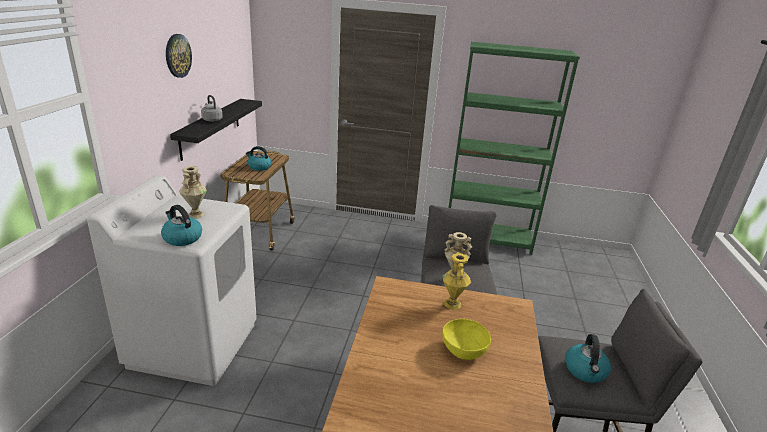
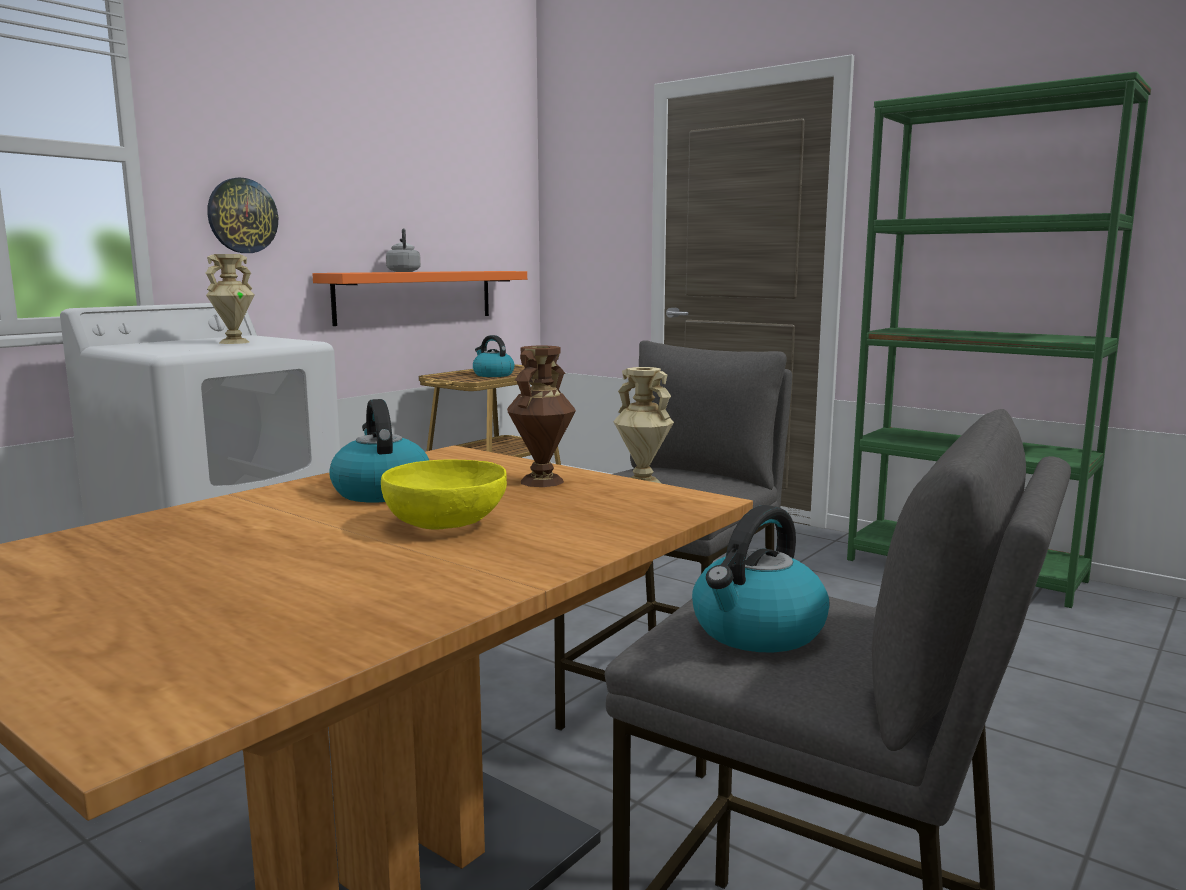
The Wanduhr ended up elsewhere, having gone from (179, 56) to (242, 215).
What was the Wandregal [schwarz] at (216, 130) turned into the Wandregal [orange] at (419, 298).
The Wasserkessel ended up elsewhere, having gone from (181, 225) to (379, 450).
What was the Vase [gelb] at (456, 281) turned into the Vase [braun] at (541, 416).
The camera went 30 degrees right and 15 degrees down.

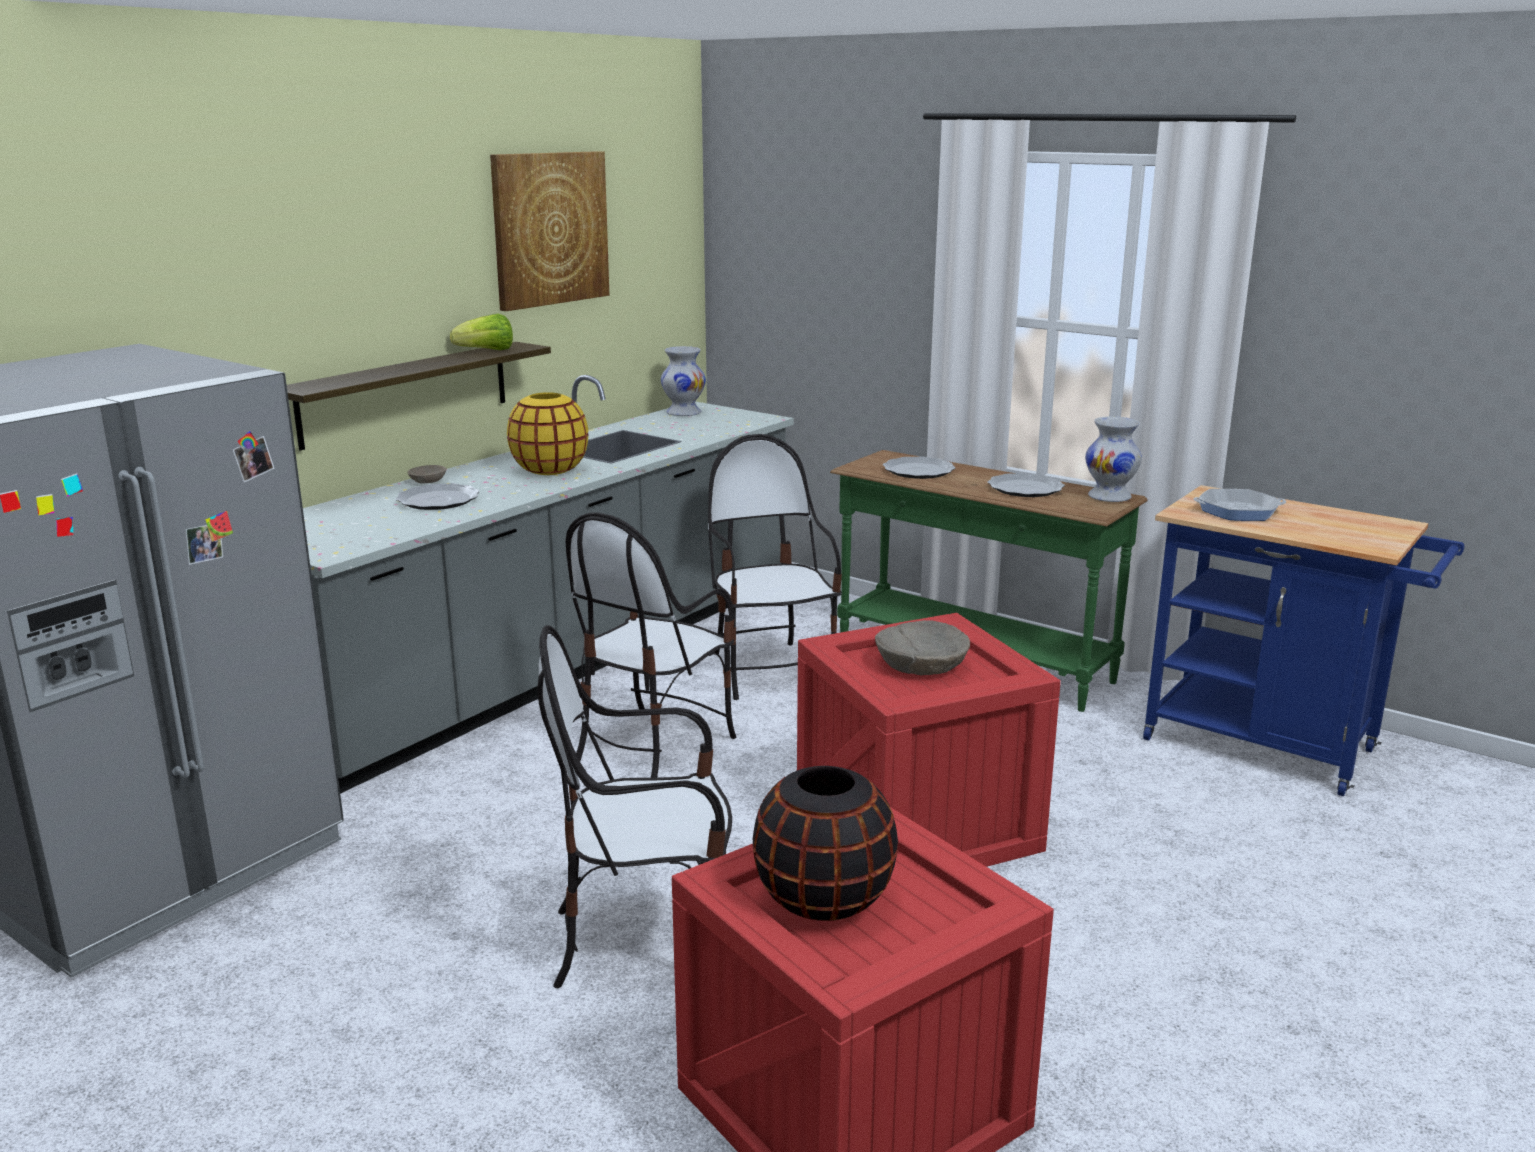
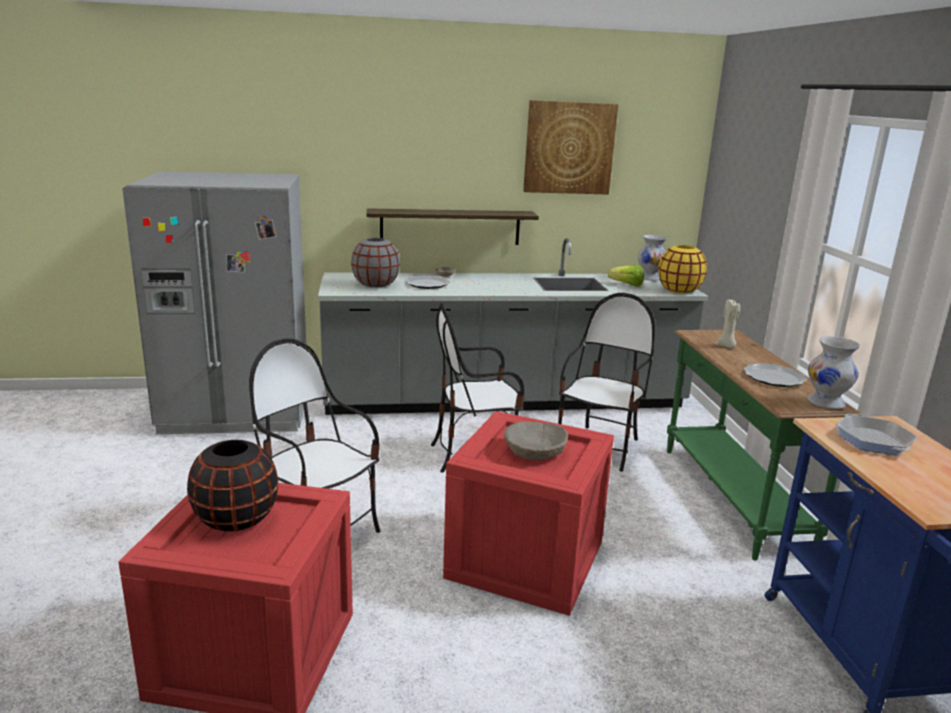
The second view gained the Vase [grau] at (375, 263).
The Salatkopf ended up elsewhere, having gone from (481, 332) to (626, 275).
The Vase [gelb] ended up elsewhere, having gone from (548, 433) to (682, 269).
Where the Teller stood at (919, 467), the Kerze [beige] came to stand at (727, 323).
The Pfanne at (1239, 505) ended up facing another way, 150 degrees counterclockwise from before.
The camera went 45 degrees right and 0 degrees up.

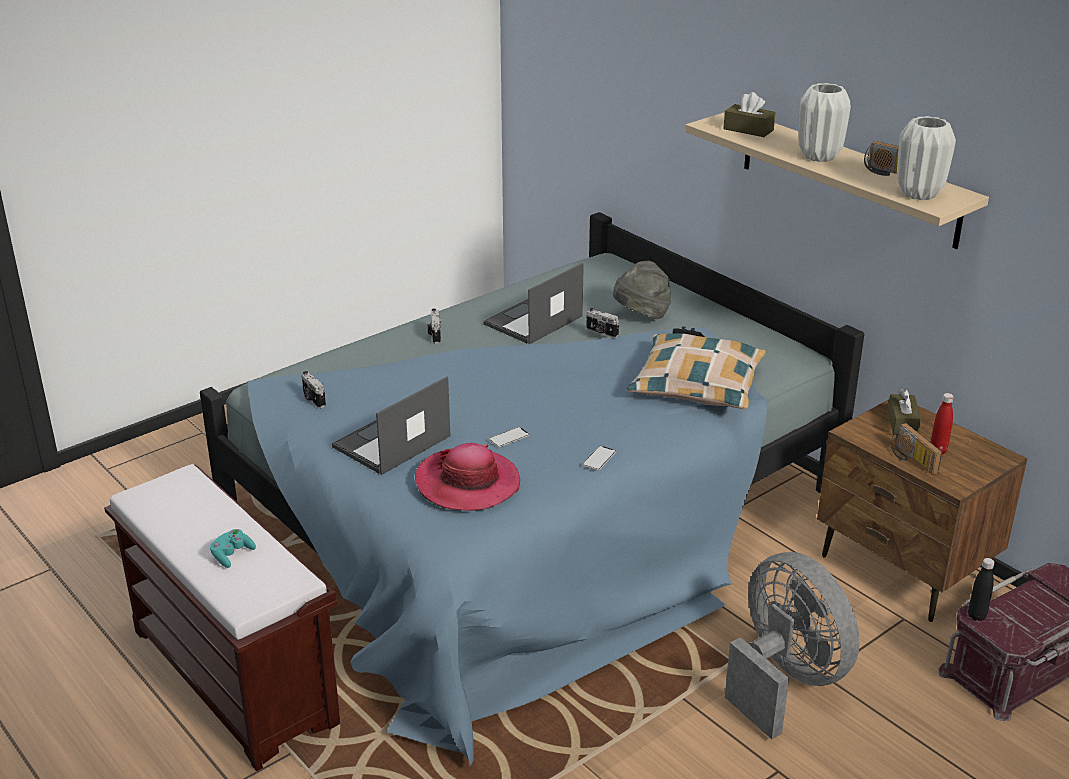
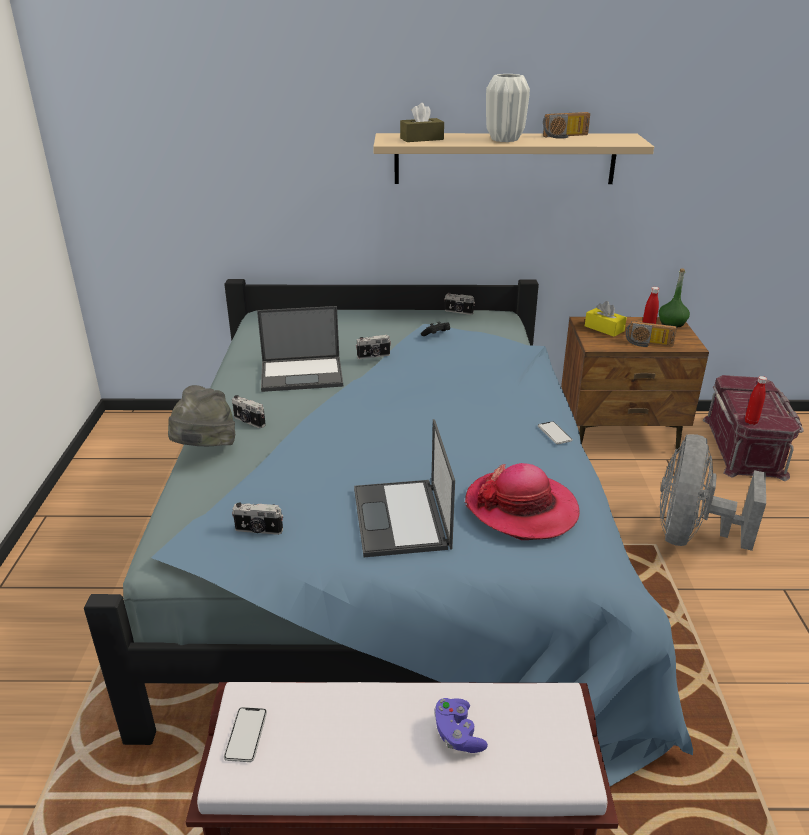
The Hut [grau] ended up elsewhere, having gone from (642, 290) to (201, 415).
The Handy ended up elsewhere, having gone from (509, 437) to (245, 734).
The Laptop at (533, 303) ended up facing another way, 90 degrees counterclockwise from before.
What was the Gamepad [türkis] at (233, 548) turned into the Gamepad [lila] at (461, 725).
The second view gained the Kamera at (459, 303).
What was the Taschentuchbox [braun] at (904, 412) turned into the Taschentuchbox [gelb] at (606, 319).
The second view gained the Flasche [grün] at (674, 297).
The Ventilator [grau] at (792, 645) ended up facing another way, 75 degrees counterclockwise from before.
What was the Flasche [schwarz] at (981, 589) turned into the Flasche [rot] at (756, 400).
The second view lost the Kissen at (697, 371).
The second view lost the Vase [weiß] at (926, 158).
The camera went 50 degrees left and 0 degrees up.

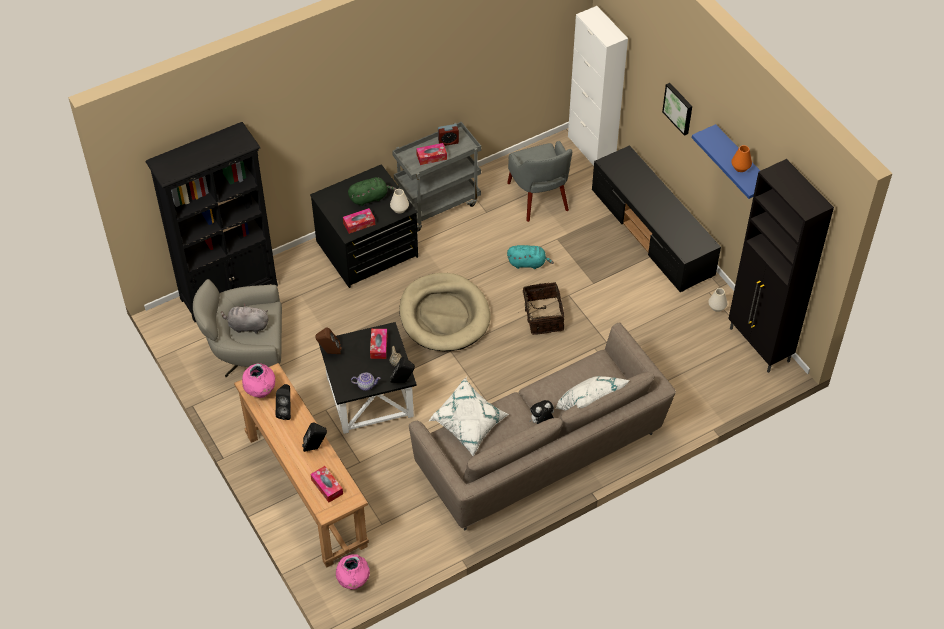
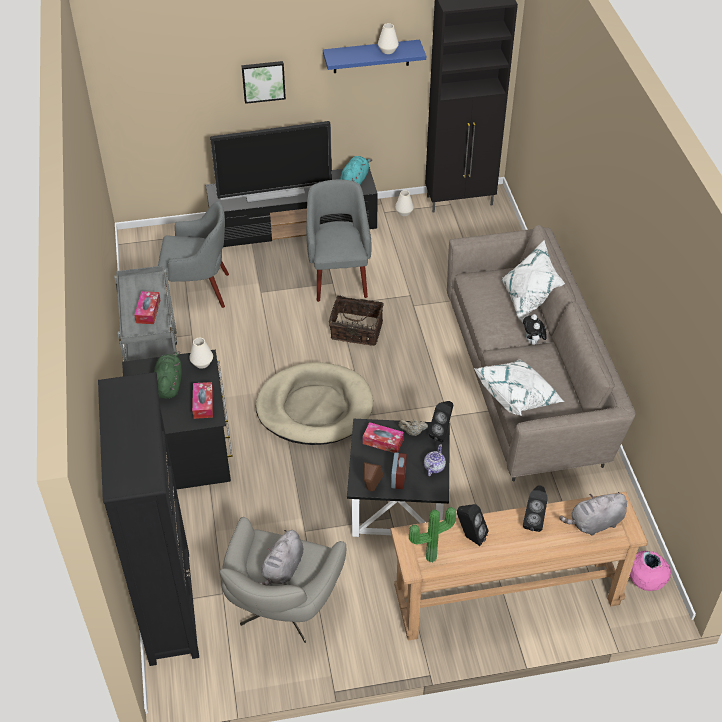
The second view gained the Fernseher at (271, 162).
The second view gained the Sessel [grau] at (339, 241).
The Plüschtier [türkis] ended up elsewhere, having gone from (530, 257) to (356, 170).
What was the Vase [orange] at (741, 158) turned into the Vase [weiß] at (388, 38).
The Wecker ended up elsewhere, having gone from (448, 135) to (399, 471).
Where the Vase [rosa] stood at (258, 380), the Topfpflanze came to stand at (432, 534).
Where the Taschentuchbox stood at (326, 484), the Plüschtier [grau] came to stand at (593, 514).
The second view lost the Schrank [weiß] at (598, 86).
The camera went 70 degrees left and 5 degrees down.

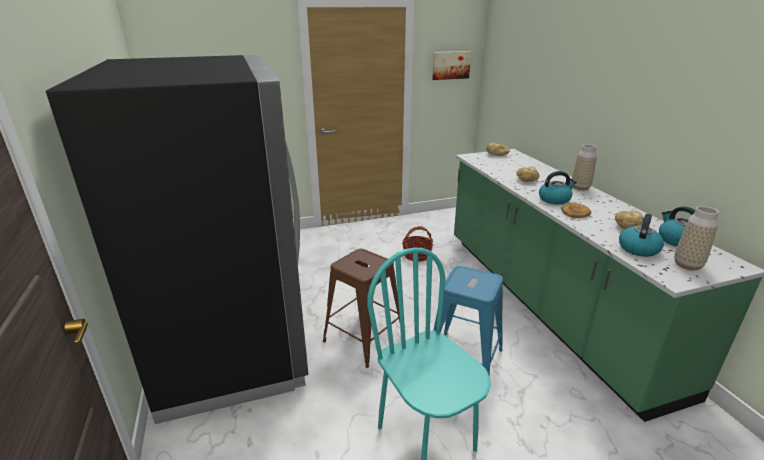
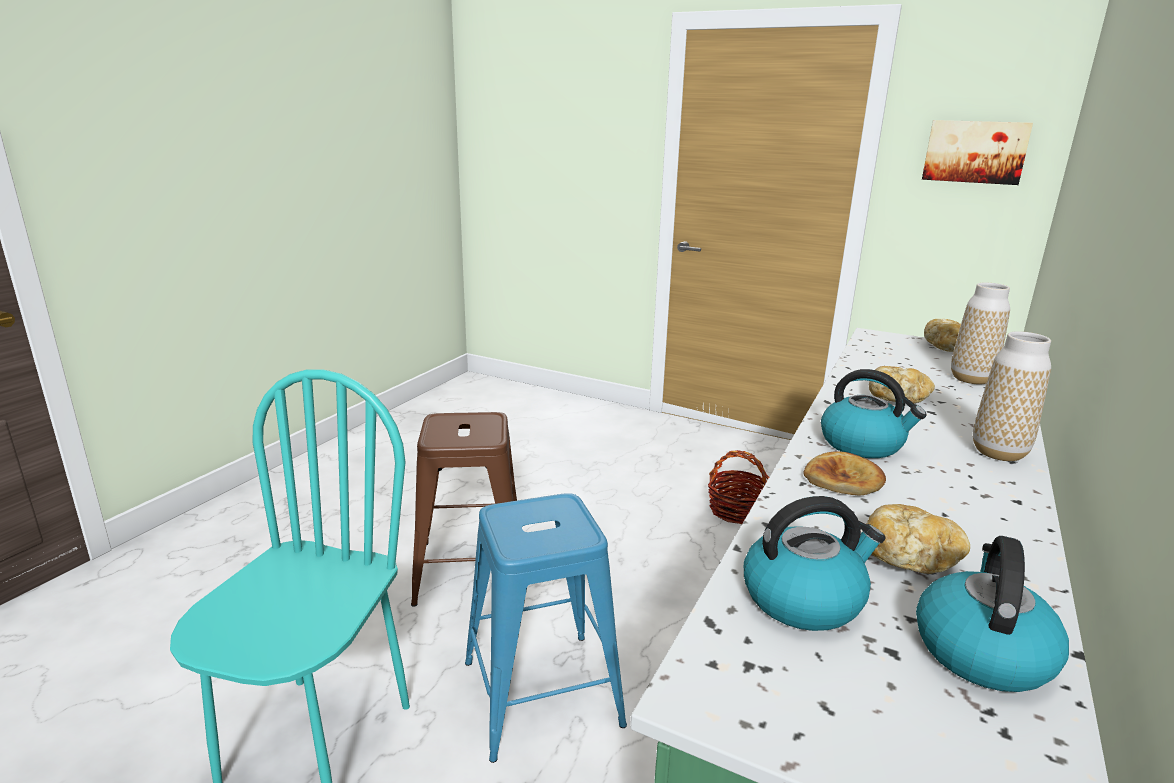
The Vase ended up elsewhere, having gone from (696, 238) to (980, 333).
The second view lost the Kühlschrank [schwarz] at (177, 239).
The camera went 45 degrees right and 5 degrees down.

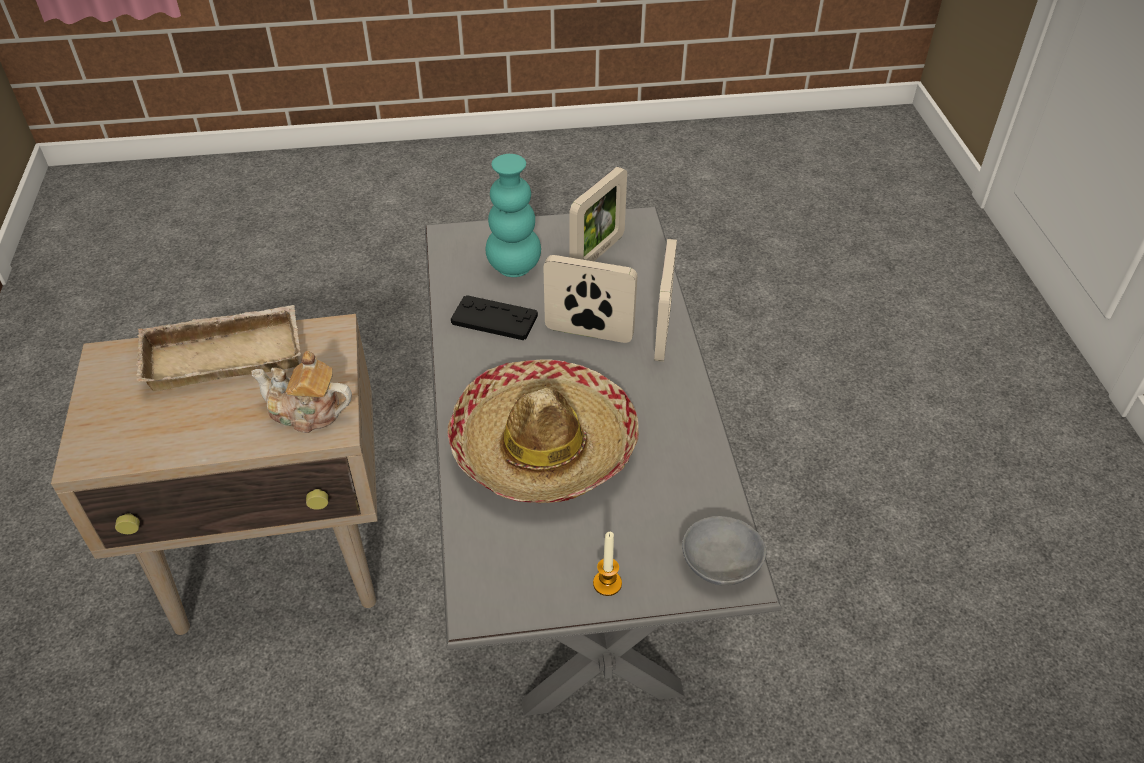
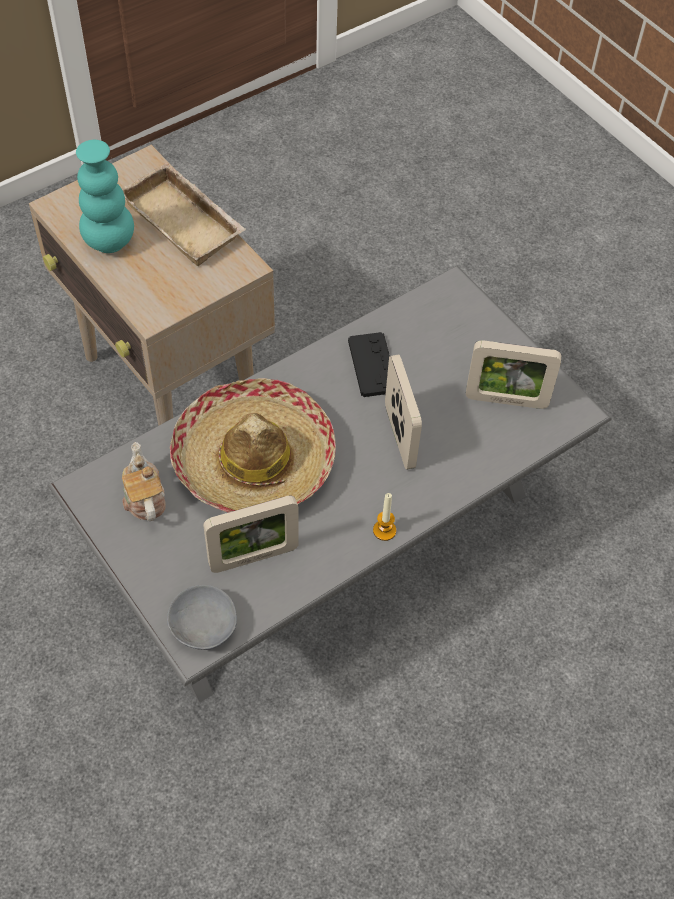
The Vase [türkis] ended up elsewhere, having gone from (513, 215) to (105, 196).
The Teekanne ended up elsewhere, having gone from (301, 392) to (144, 481).
The Bilderrahmen ended up elsewhere, having gone from (665, 300) to (251, 534).
The Kerze ended up elsewhere, having gone from (607, 564) to (384, 517).
The camera went 60 degrees right and 10 degrees up.

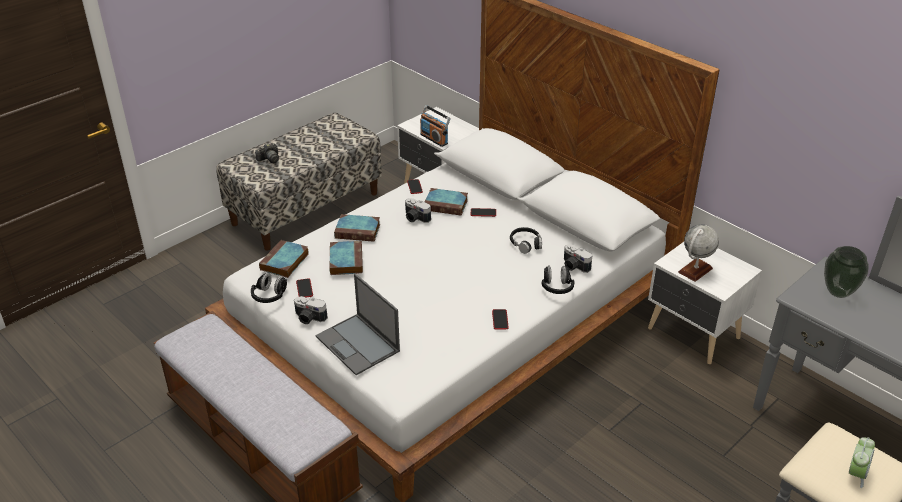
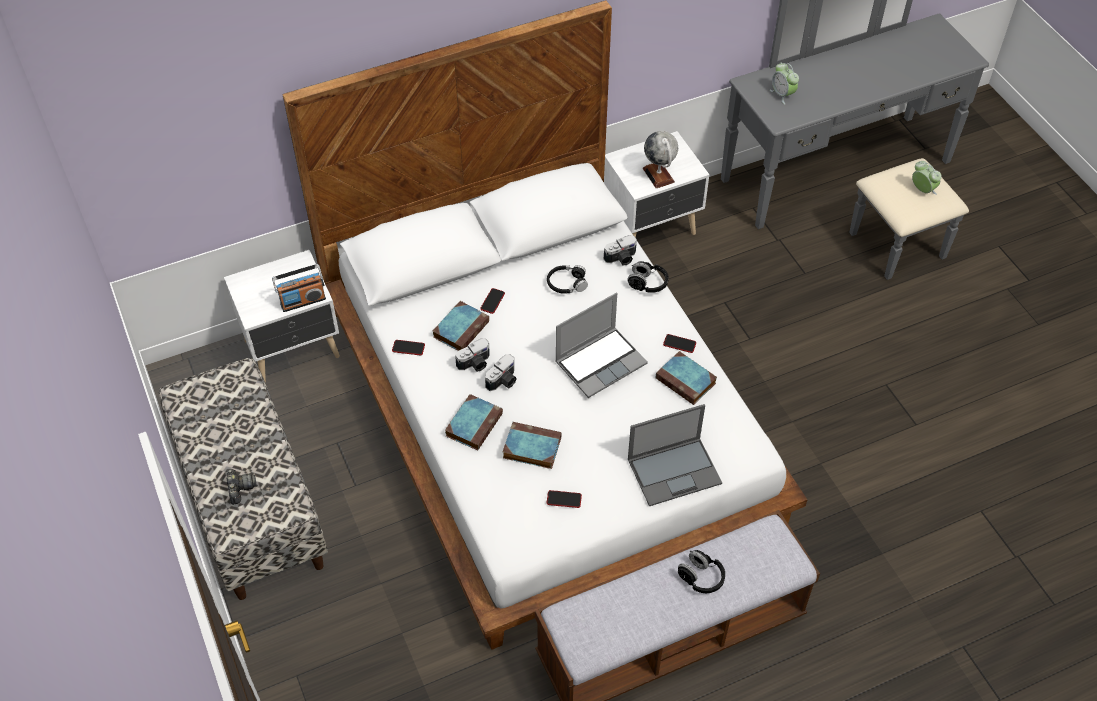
The Kamera ended up elsewhere, having gone from (311, 310) to (501, 372).
The second view gained the Laptop at (601, 345).
The Buch ended up elsewhere, having gone from (284, 259) to (686, 378).
The Kopfhörer [schwarz] ended up elsewhere, having gone from (269, 288) to (701, 571).
Where the Vase stood at (846, 272), the Wecker came to stand at (784, 84).
The camera went 70 degrees left and 15 degrees up.

